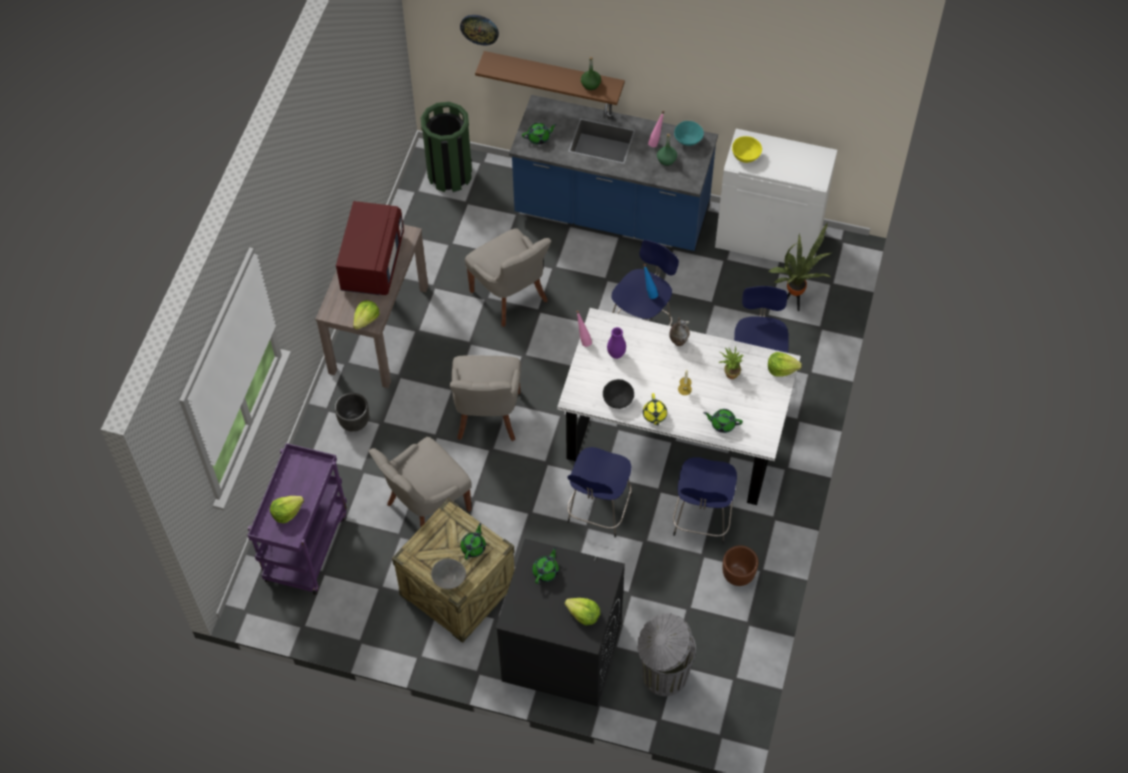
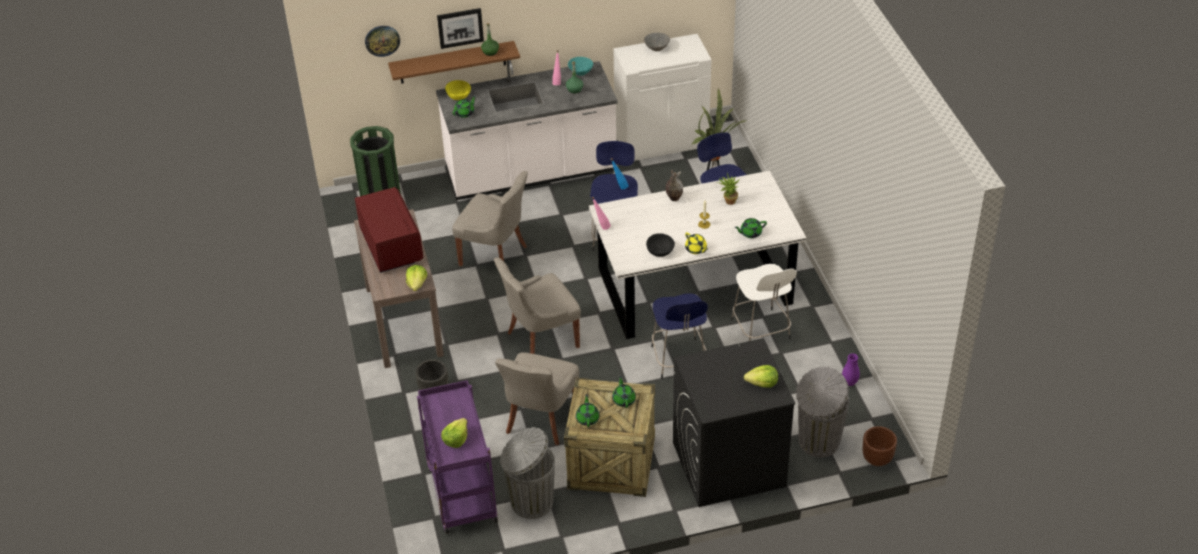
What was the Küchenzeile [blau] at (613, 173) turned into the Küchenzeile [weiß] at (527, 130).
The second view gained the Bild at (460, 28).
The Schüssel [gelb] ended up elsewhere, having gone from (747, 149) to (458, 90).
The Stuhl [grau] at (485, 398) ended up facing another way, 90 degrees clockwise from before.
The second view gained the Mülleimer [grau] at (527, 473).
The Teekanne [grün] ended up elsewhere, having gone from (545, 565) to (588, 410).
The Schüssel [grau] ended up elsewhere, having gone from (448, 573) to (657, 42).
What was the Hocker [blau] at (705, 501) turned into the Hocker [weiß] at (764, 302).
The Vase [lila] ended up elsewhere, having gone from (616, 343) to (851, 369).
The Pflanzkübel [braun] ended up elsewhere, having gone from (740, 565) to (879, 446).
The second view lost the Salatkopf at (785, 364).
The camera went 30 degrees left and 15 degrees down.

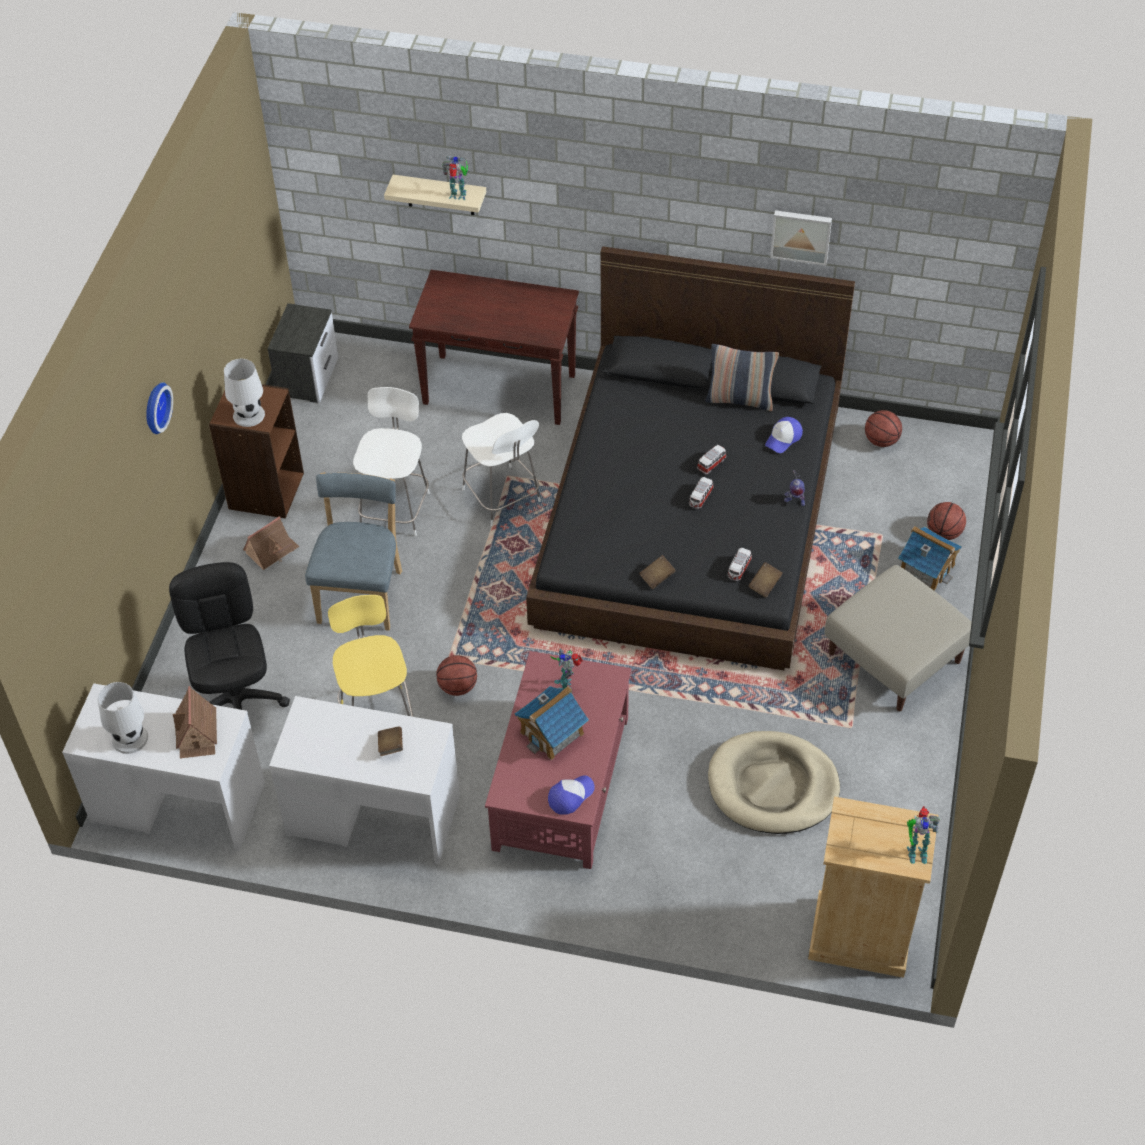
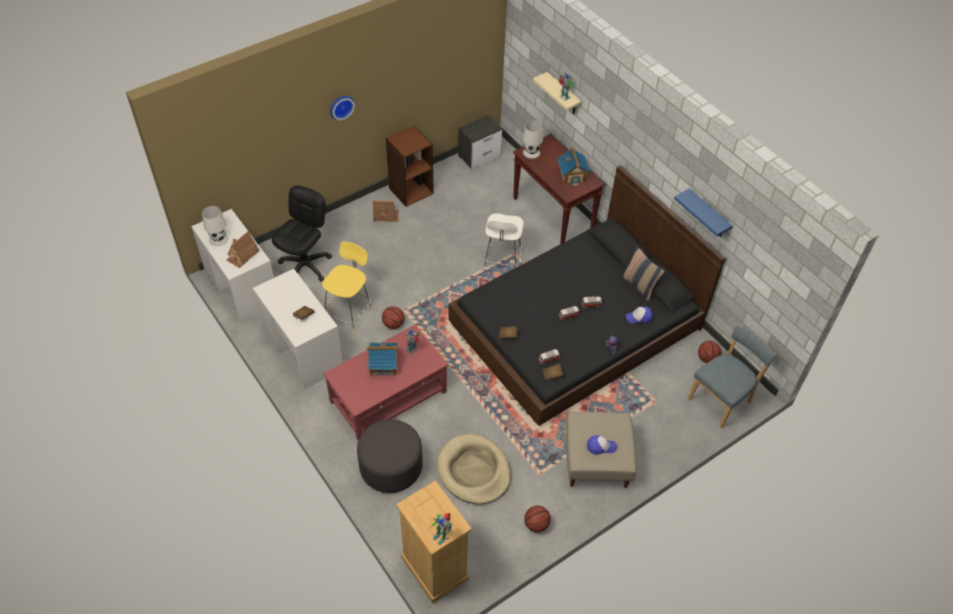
The second view gained the Polsterhocker [grau] at (390, 456).
The Tischlampe [weiß] ended up elsewhere, having gone from (244, 393) to (533, 140).
The Basketball ended up elsewhere, having gone from (946, 521) to (537, 519).
The Spielzeughaus ended up elsewhere, having gone from (930, 558) to (573, 166).
The Kappe ended up elsewhere, having gone from (571, 795) to (602, 444).
Where the Bild hung at (801, 238), the Wandregal [blau] came to hang at (703, 212).
The Stuhl [blau] ended up elsewhere, having gone from (353, 551) to (732, 376).
The second view lost the Stuhl [weiß] at (391, 461).
The camera went 40 degrees right and 0 degrees up.

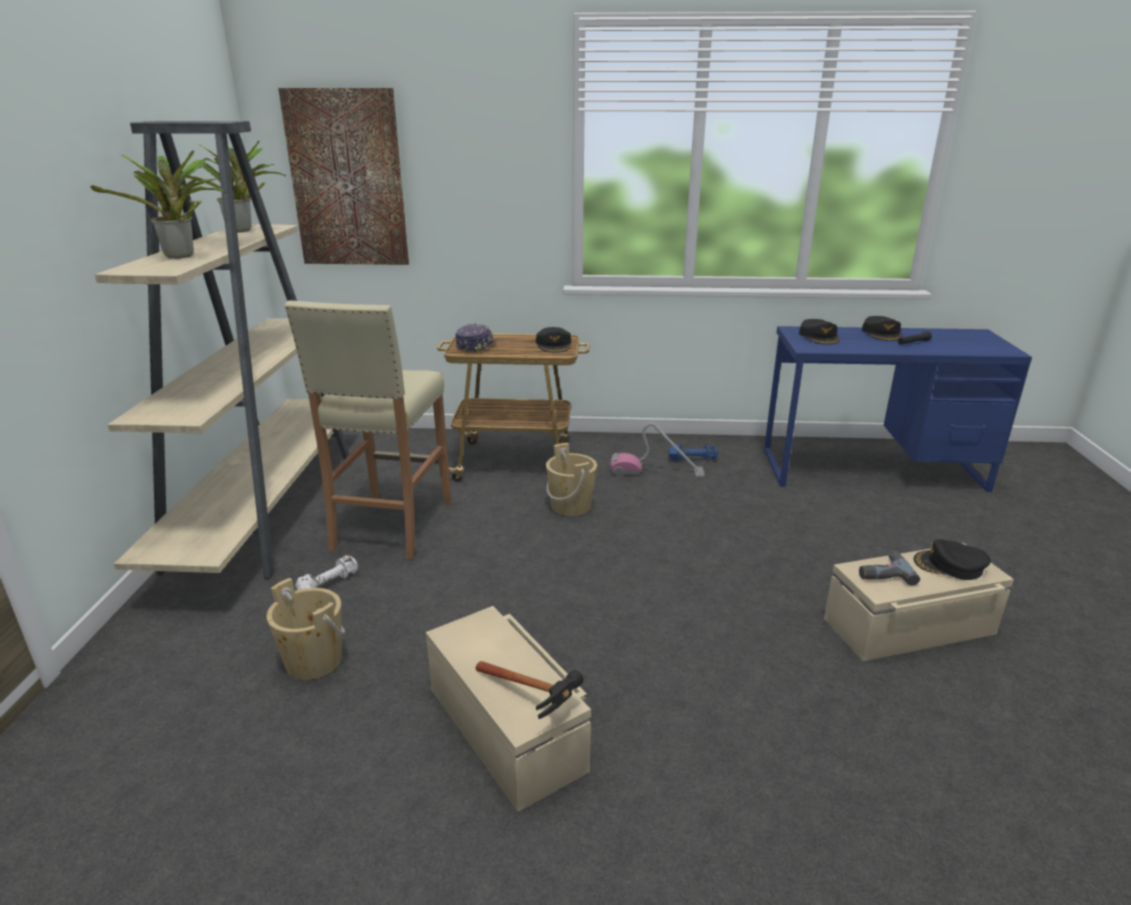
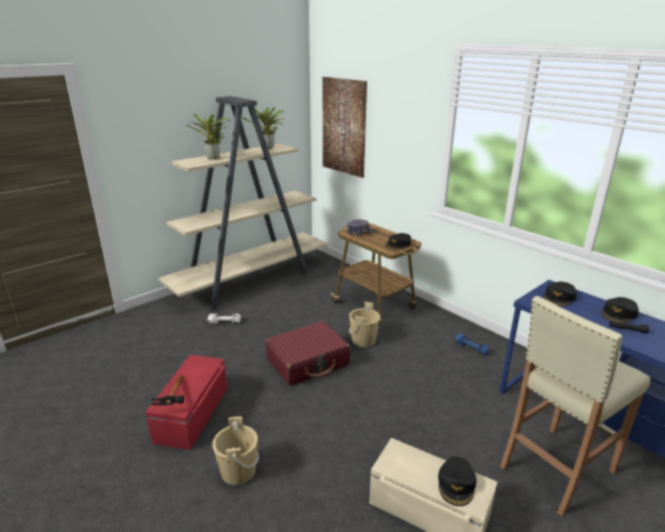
What was the Aufbewahrungsbox [beige] at (508, 709) turned into the Aufbewahrungsbox [rot] at (186, 402).
The Eimer [beige] ended up elsewhere, having gone from (306, 629) to (235, 450).
The second view gained the Koffer [rot] at (307, 353).
The Kappe [schwarz] at (952, 559) ended up facing another way, 135 degrees counterclockwise from before.
The Hocker [beige] ended up elsewhere, having gone from (368, 429) to (575, 406).
The second view lost the Staubsauger at (658, 449).
The second view lost the Bohrmaschine at (889, 568).
The camera went 45 degrees right and 0 degrees up.

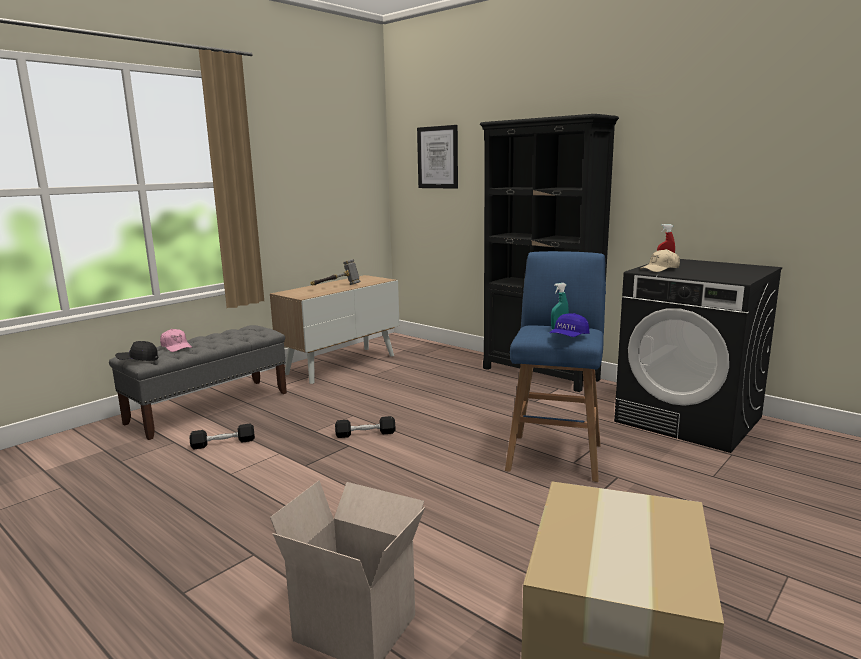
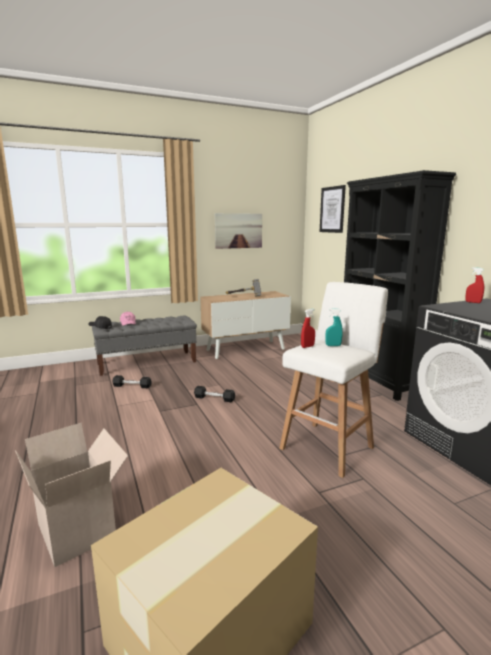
The second view gained the Bild at (238, 231).
What was the Hocker [blau] at (555, 366) turned into the Hocker [weiß] at (333, 380).
The second view gained the Sprühflasche [rot] at (308, 328).
The second view lost the Kappe [blau] at (569, 325).
The second view lost the Kappe [beige] at (660, 260).
The camera went 25 degrees right and 0 degrees up.

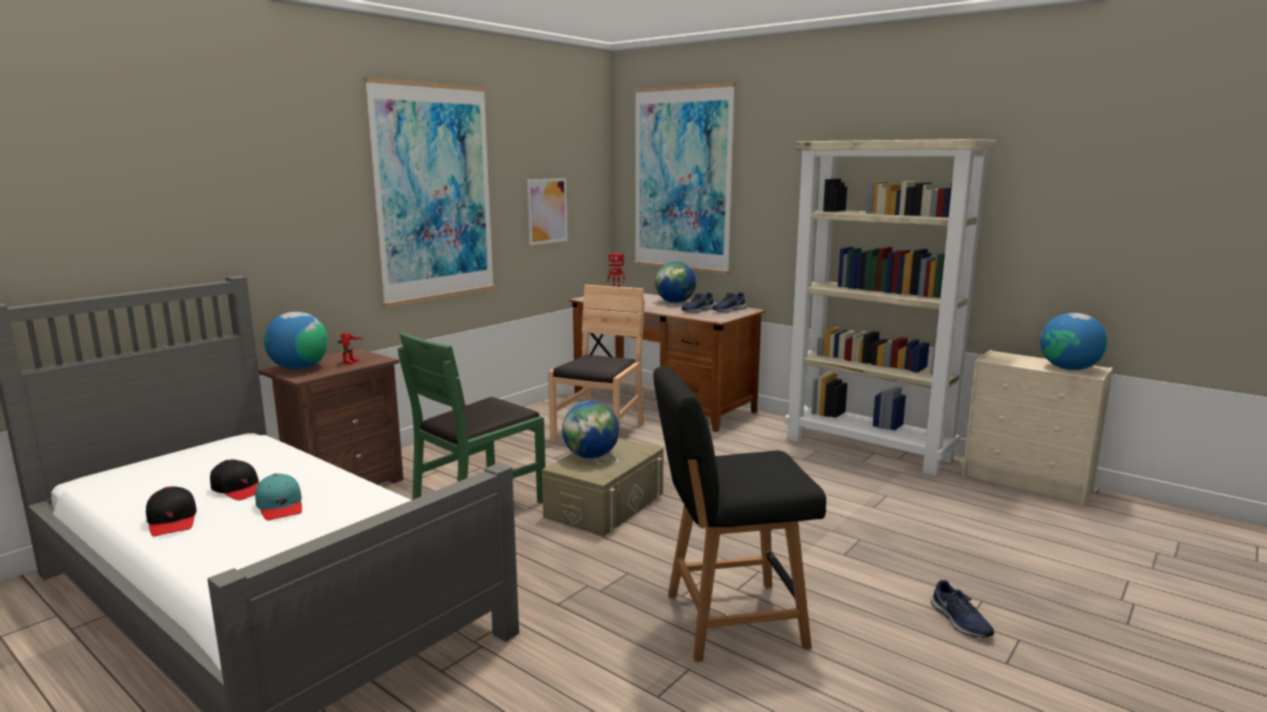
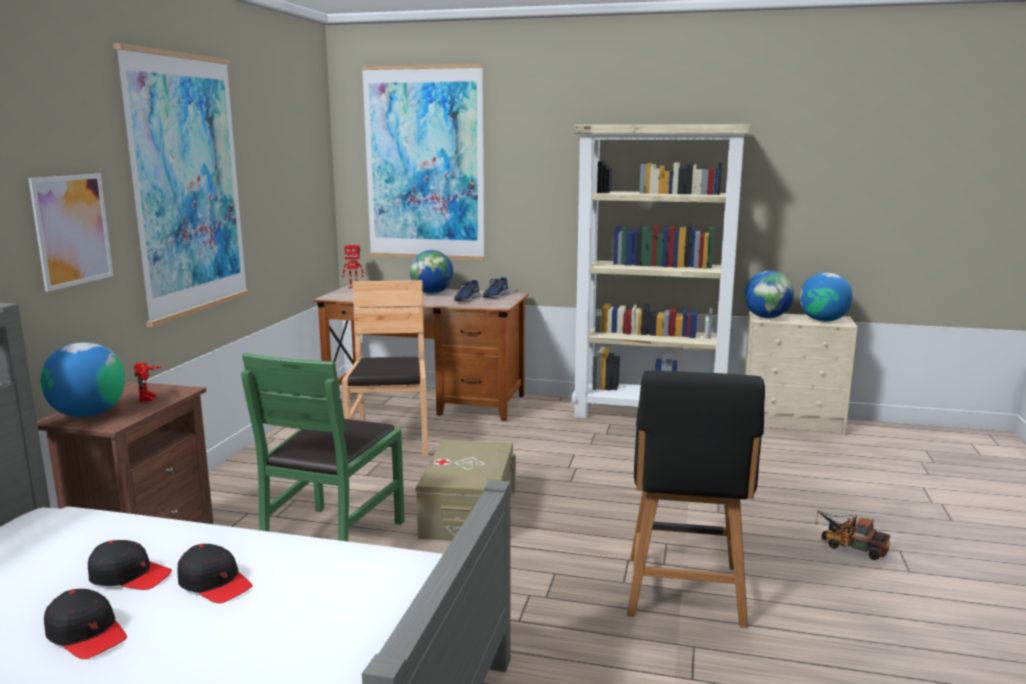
The Bild ended up elsewhere, having gone from (547, 211) to (71, 233).
What was the Kappe [türkis] at (278, 497) turned into the Kappe [schwarz] at (215, 574).
The Stuhl [schwarz] at (739, 514) ended up facing another way, 45 degrees counterclockwise from before.
The Globus ended up elsewhere, having gone from (590, 430) to (769, 294).
Where the Schuh [blau] stood at (962, 609), the Spielzeuglaster came to stand at (852, 535).
The camera went 25 degrees left and 0 degrees up.

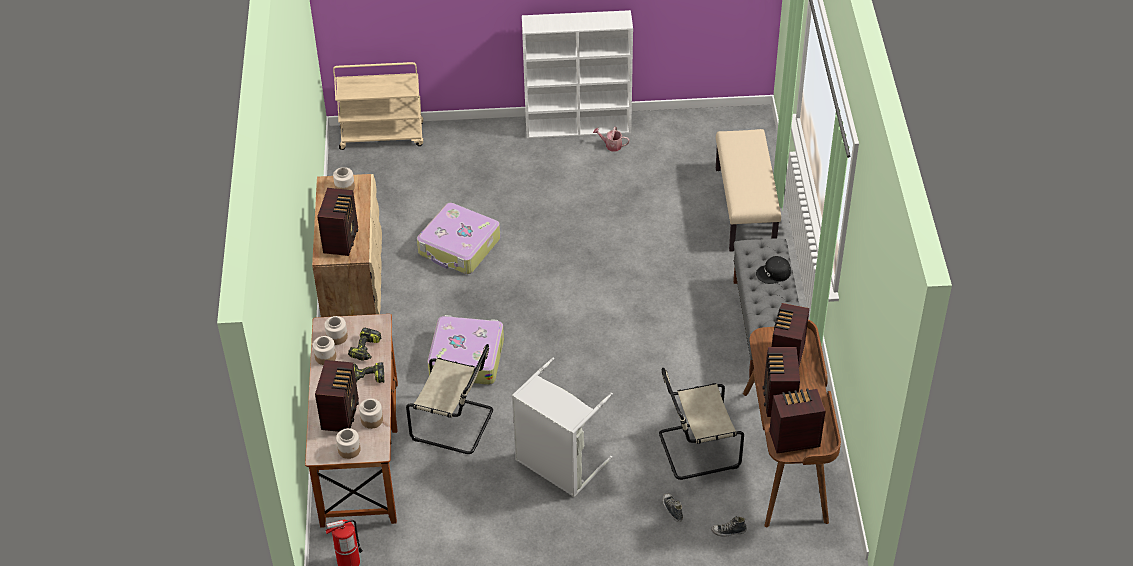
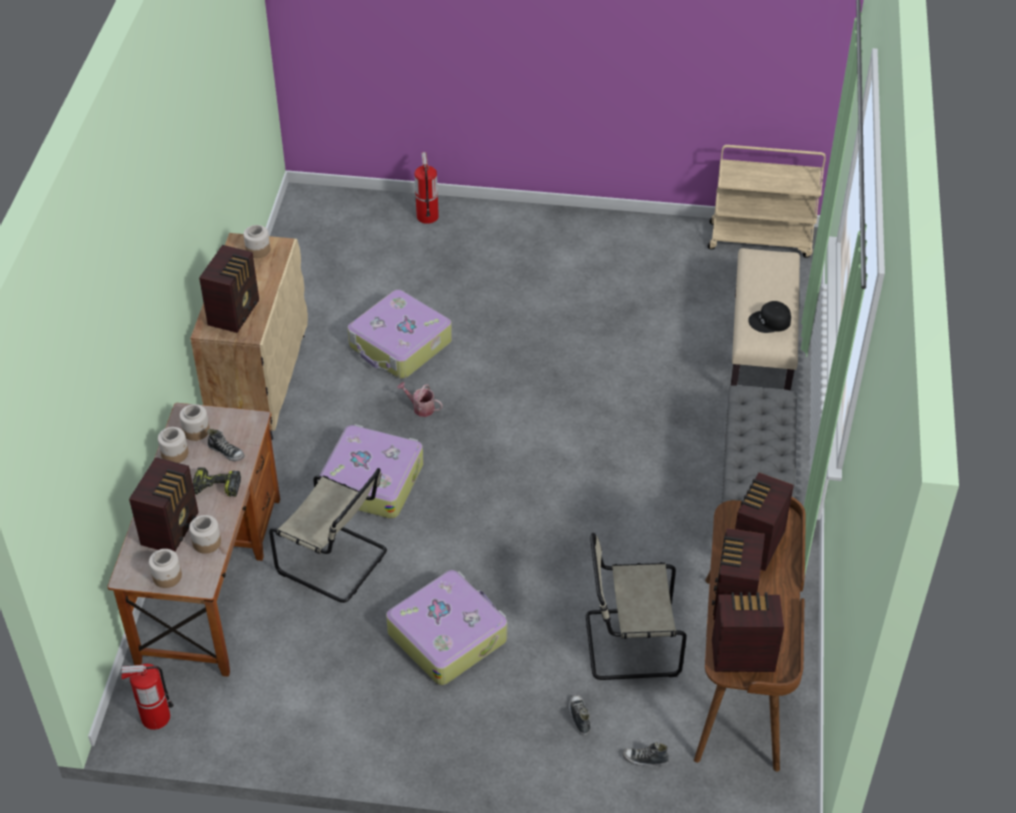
Where the Bohrmaschine stood at (364, 344), the Schuh came to stand at (226, 445).
Where the Wäschekorb [grau] stood at (562, 427), the Koffer came to stand at (446, 627).
The Gießkanne ended up elsewhere, having gone from (611, 139) to (420, 399).
The second view gained the Feuerlöscher at (426, 188).
The Rollwagen [beige] ended up elsewhere, having gone from (378, 106) to (767, 201).
The Kappe [schwarz] ended up elsewhere, having gone from (773, 270) to (769, 317).
The second view lost the Bücherregal [weiß] at (577, 74).
The camera went 10 degrees right and 0 degrees up.

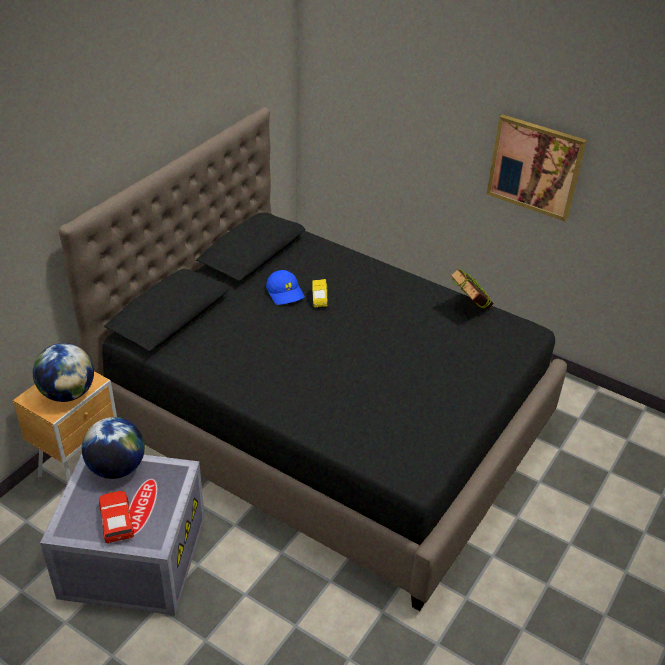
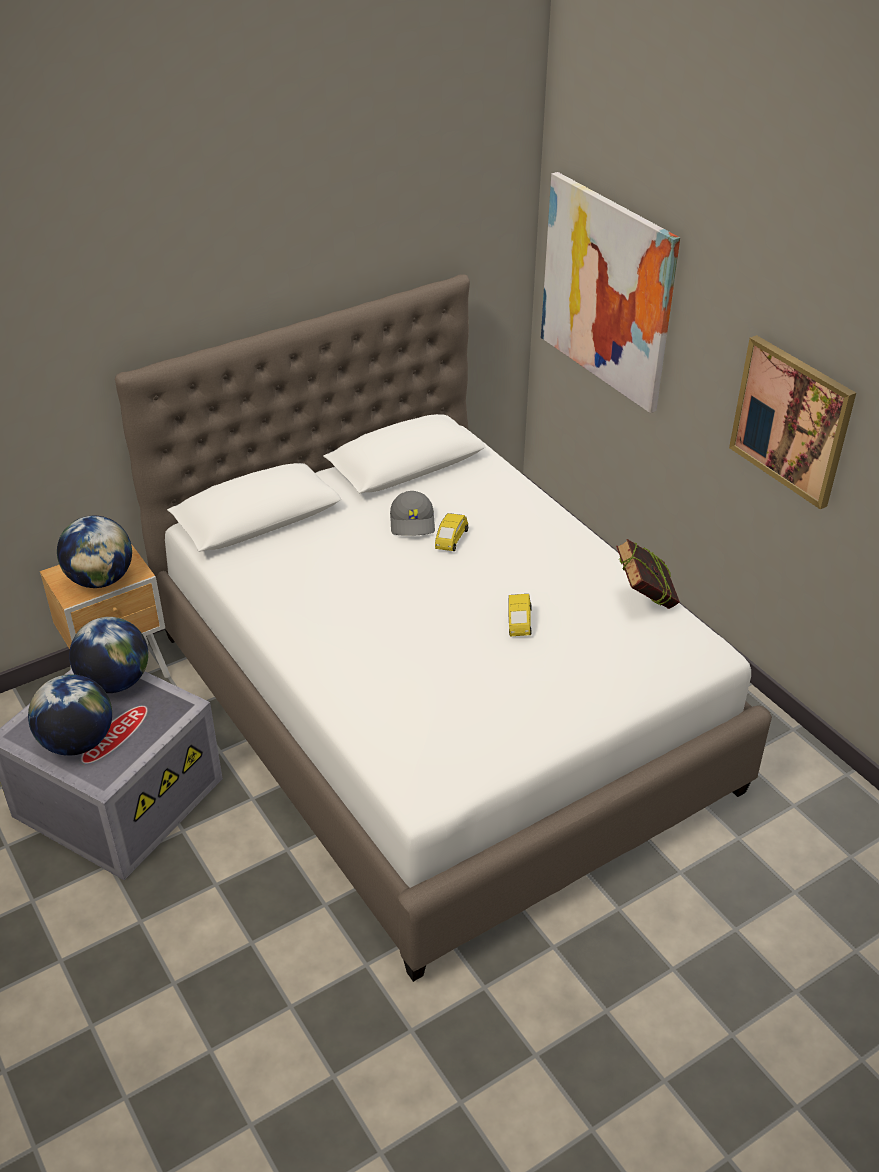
Where the Spielzeugauto [rot] stood at (116, 517), the Globus came to stand at (70, 715).
What was the Bett [schwarz] at (313, 359) turned into the Bett [weiß] at (443, 628).
What was the Kappe [blau] at (285, 287) turned into the Kappe [grau] at (412, 513).
The second view gained the Spielzeugauto [gelb] at (520, 615).
The second view gained the Bild at (610, 292).
The camera went 25 degrees right and 0 degrees up.

